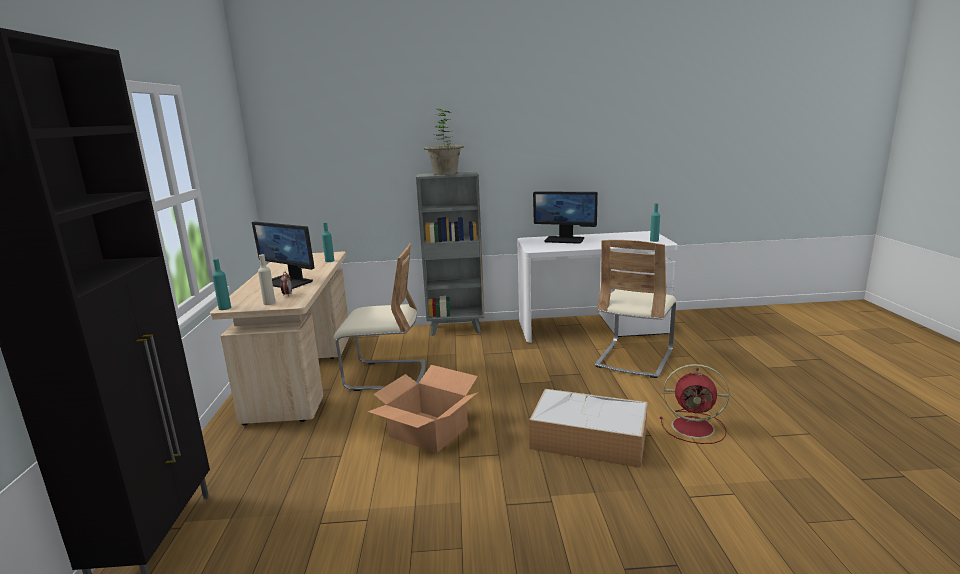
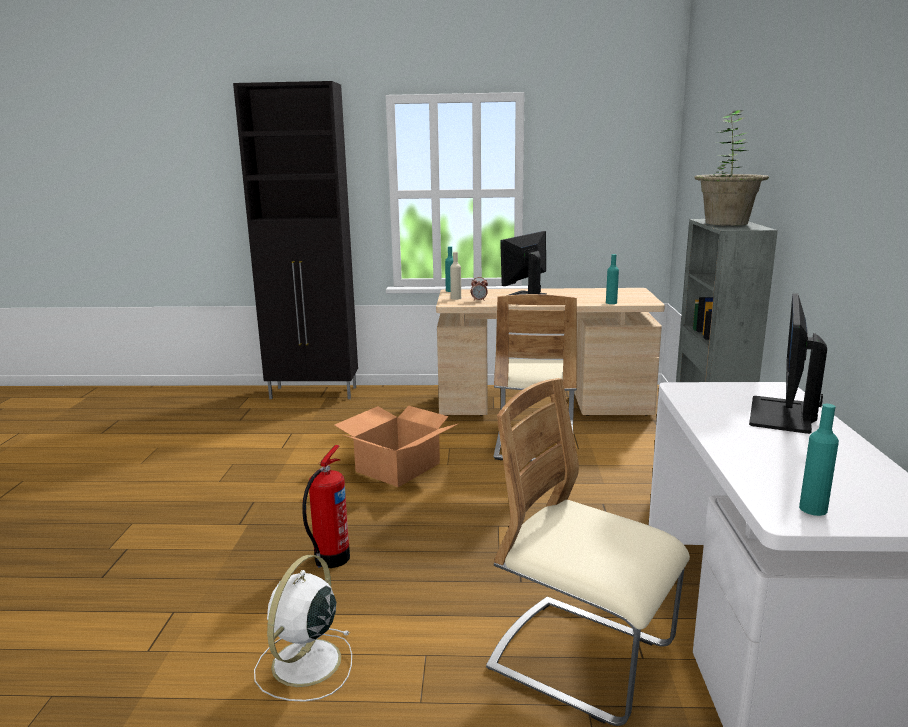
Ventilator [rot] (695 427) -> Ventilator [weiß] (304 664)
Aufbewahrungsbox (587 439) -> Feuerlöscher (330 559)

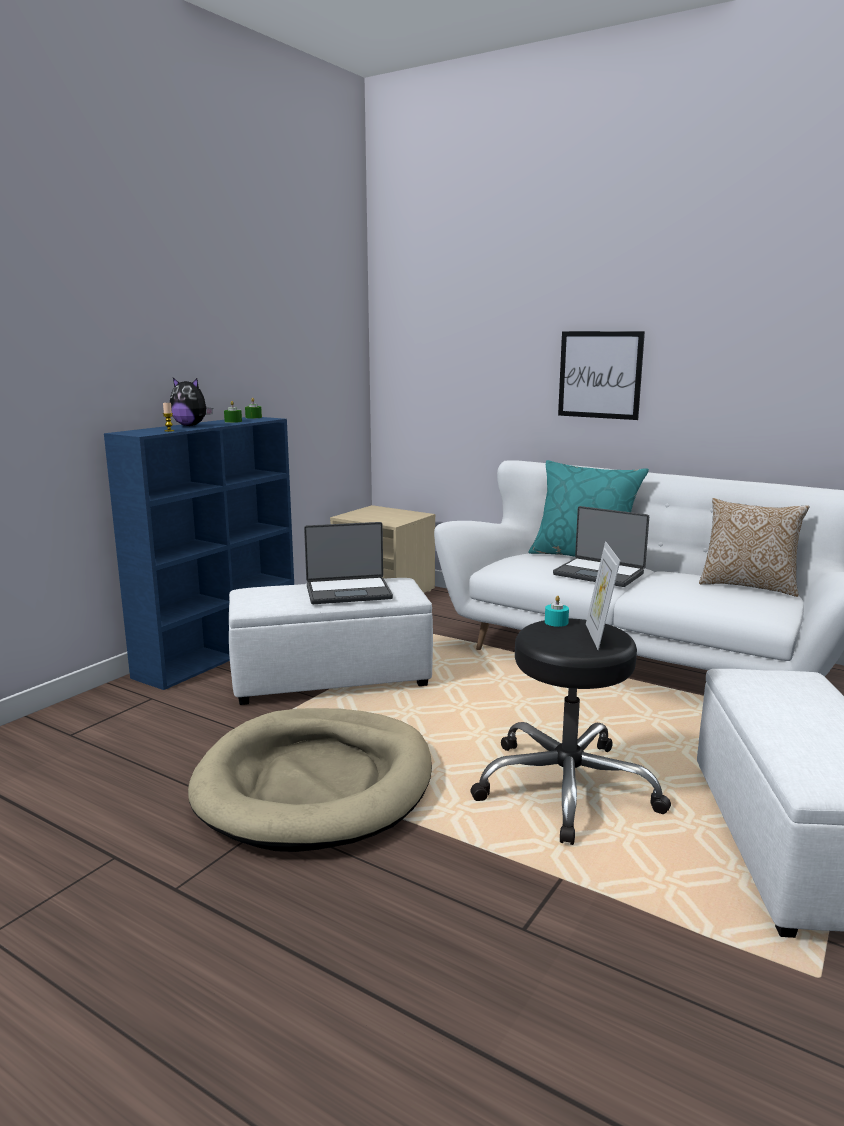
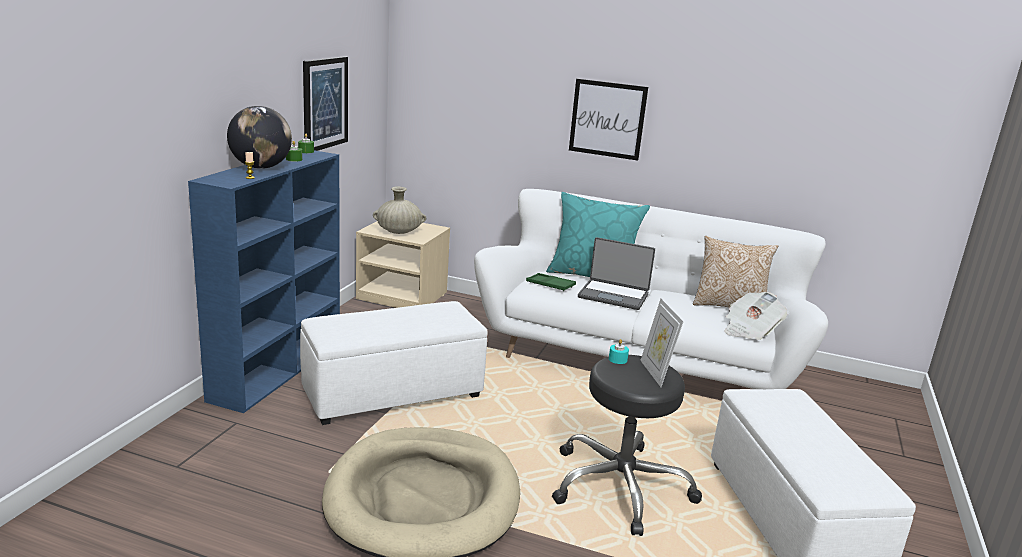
Plüschtier (190 425) -> Globus (261 167)
none -> Bild (324 103)
none -> Vase [beige] (399 232)
none -> Tablett [grün] (550 285)
none -> Zeitung (749 330)
Laptop (348 592) -> none

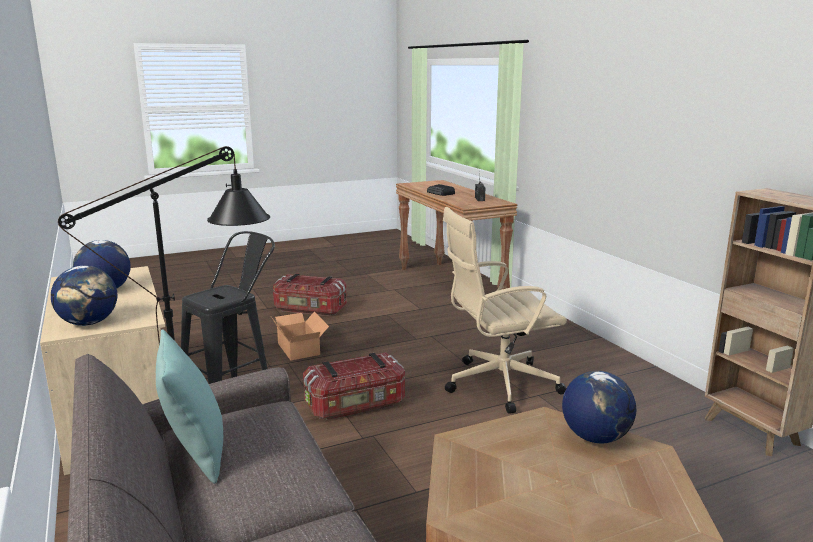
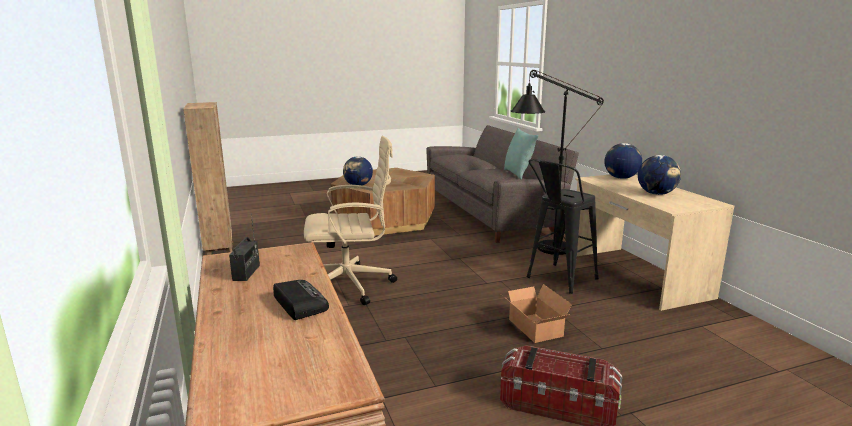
Aufbewahrungsbox (356 405) -> none

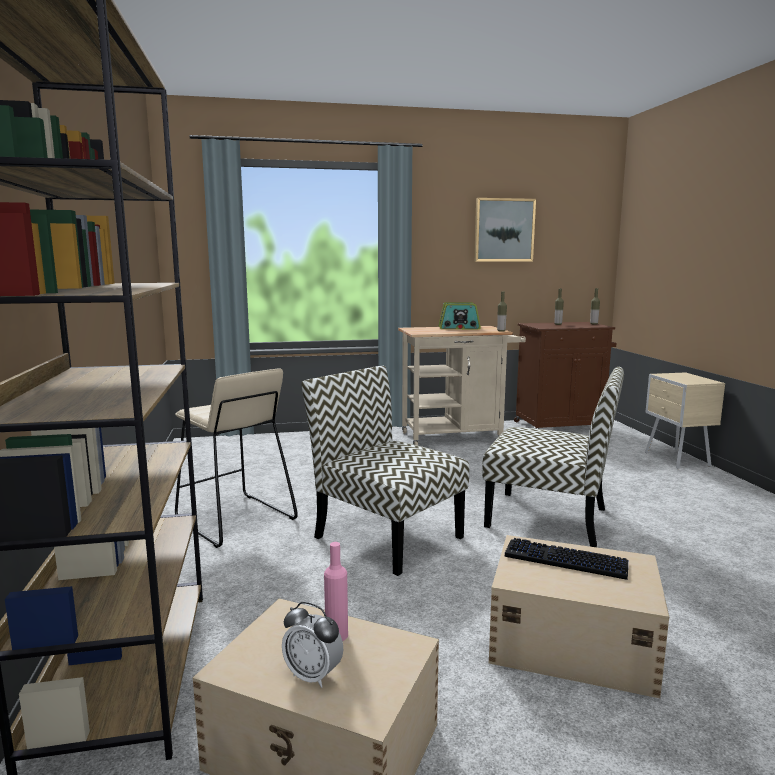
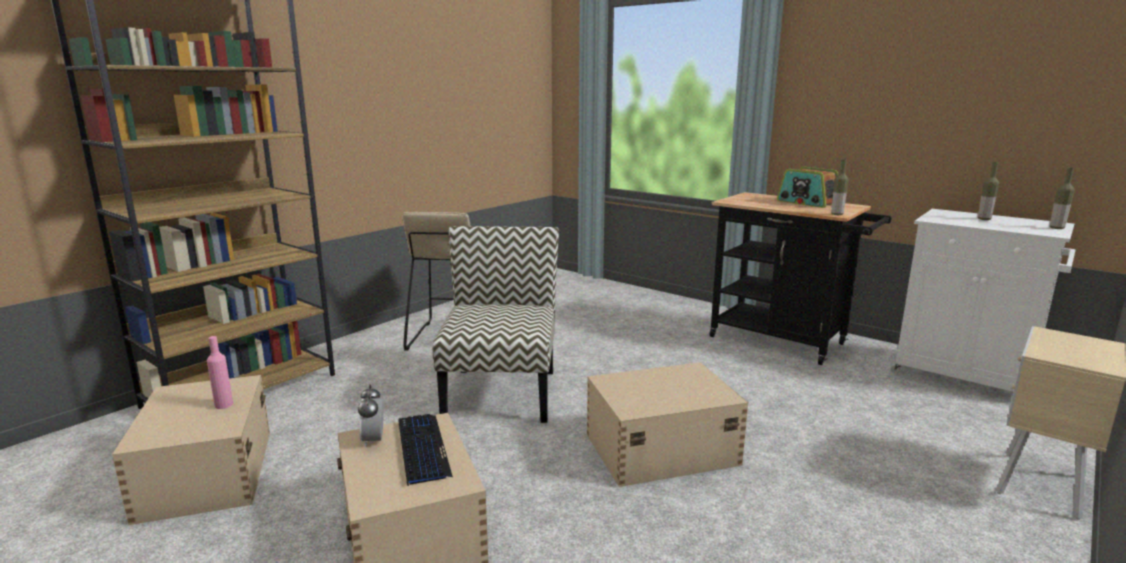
Wecker (313 676) -> Wecker (373 440), shifted
Stuhl (549 518) -> Aufbewahrungsbox [beige] (659 449)
Rollwagen [beige] (457 437) -> Rollwagen [schwarz] (785 342)
Schrank [braun] (560 426) -> Schrank [weiß] (966 376)
Bild (504 230) -> none

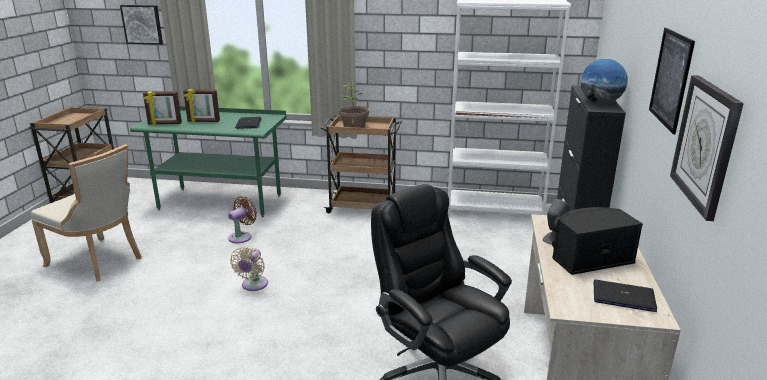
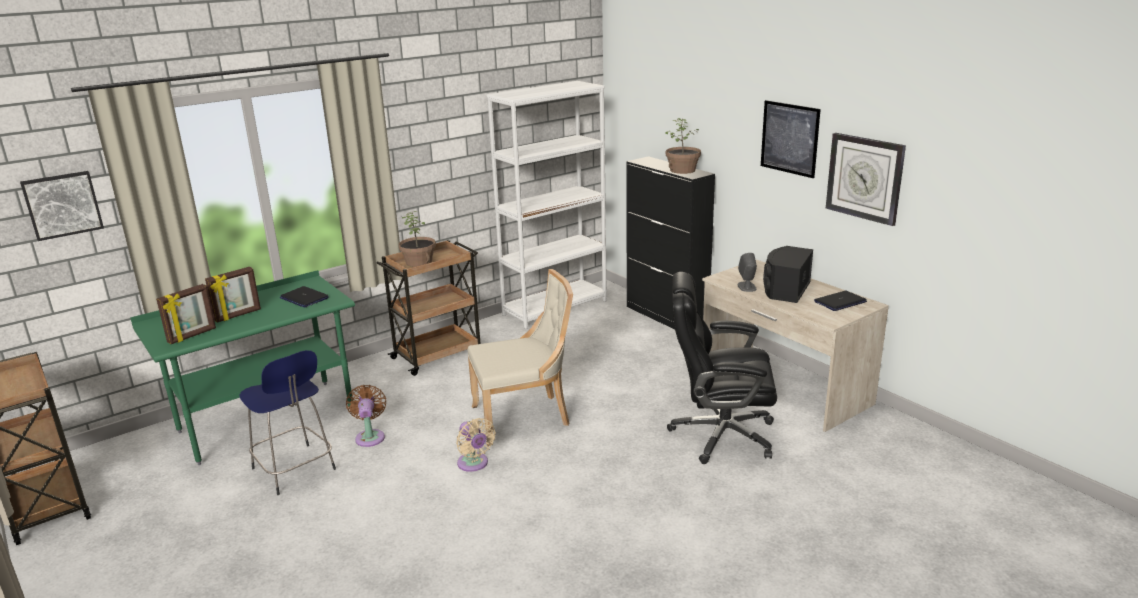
none -> Hocker [blau] (295 470)
Stuhl [beige] (99 261) -> Stuhl [beige] (524 417), shifted
Globus (600 103) -> Topfpflanze (682 170)

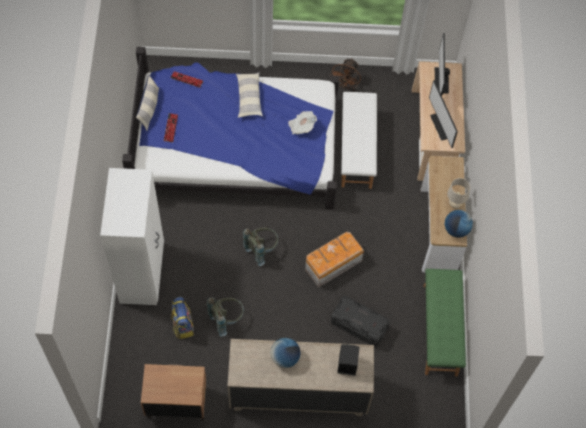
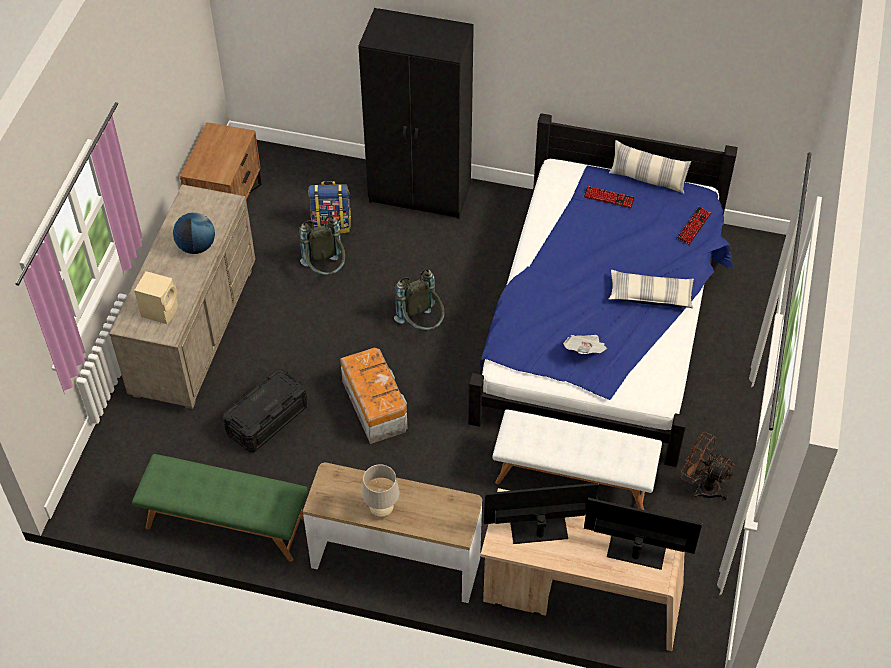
Lautsprecher [schwarz] (346 364) -> Lautsprecher [beige] (160 310)
Kleiderschrank [weiß] (142 272) -> Kleiderschrank [schwarz] (420 194)
Globus (456 229) -> none

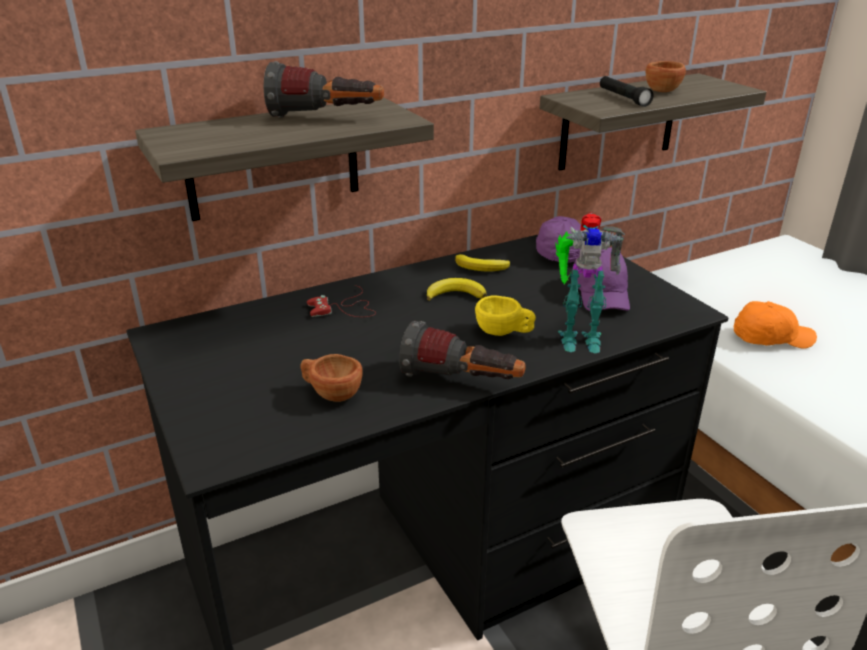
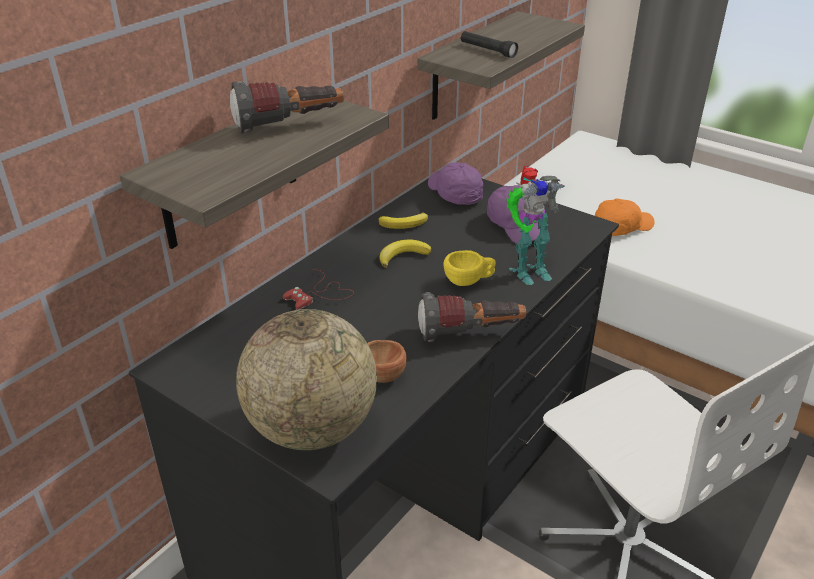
none -> Globus (312 428)
Tasse [braun] (665 90) -> none

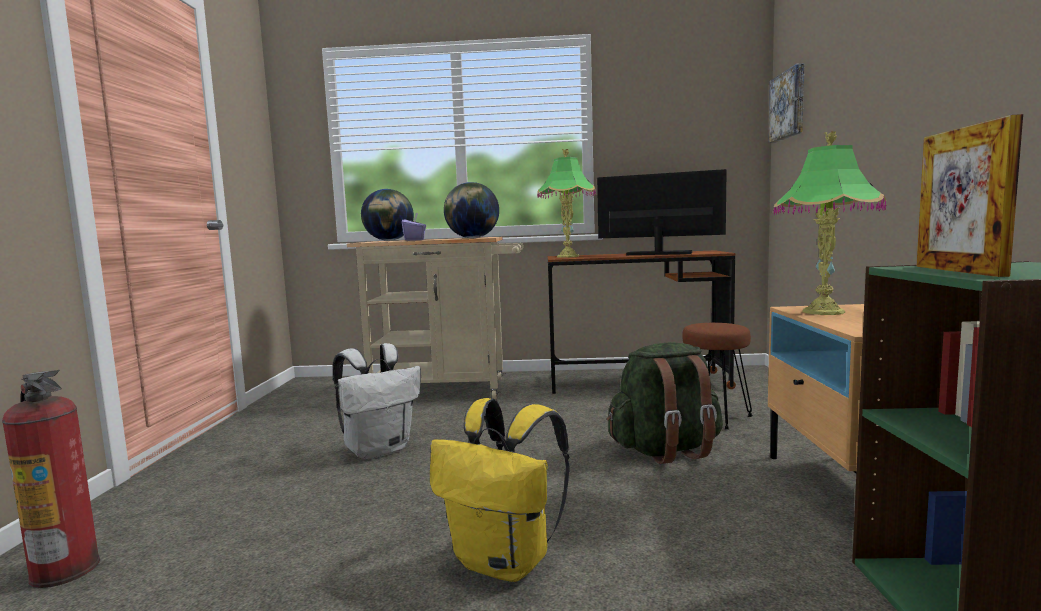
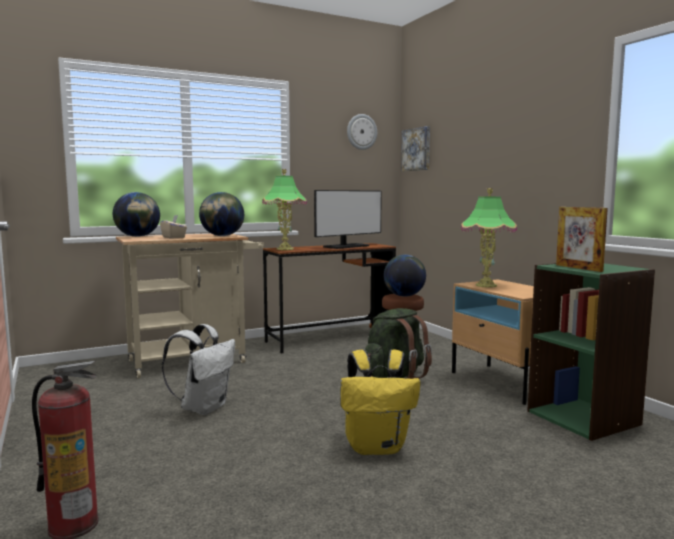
Taschentuchbox [lila] (415 240) -> Taschentuchbox [beige] (174 237)
Monitor (659 253) -> Monitor (346 246), 150 degrees clockwise
none -> Wanduhr (361 132)
none -> Globus (404 296)

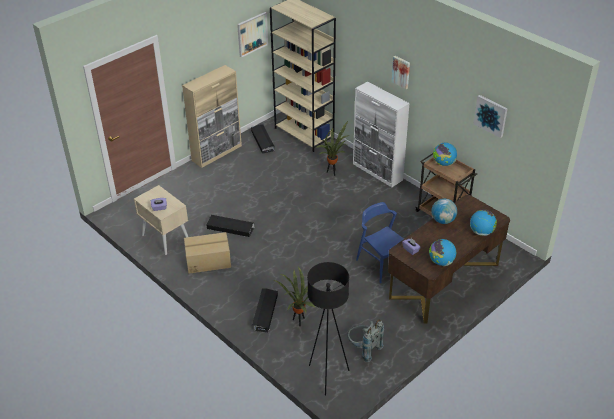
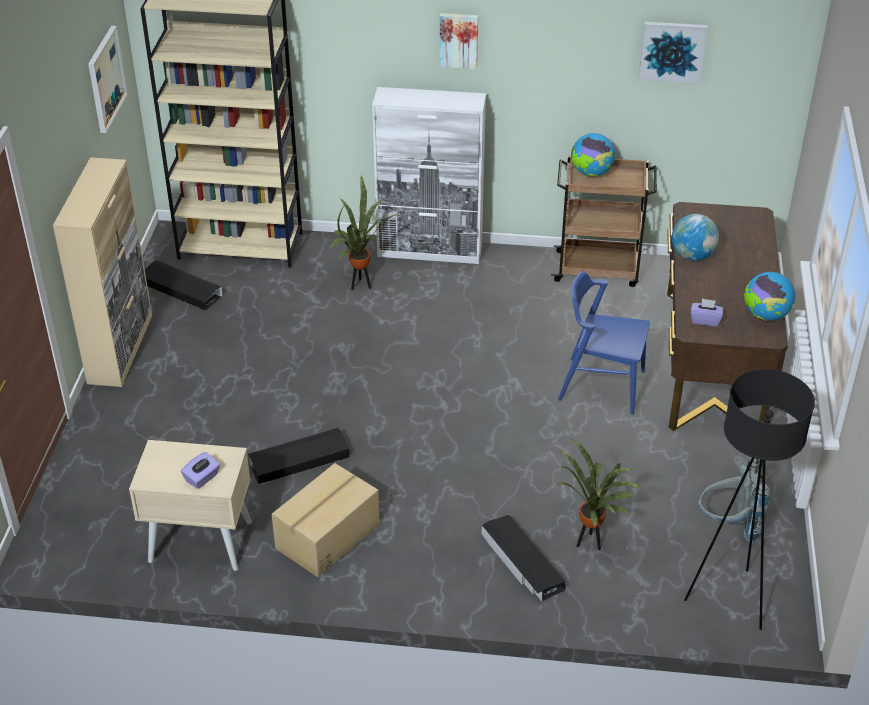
Globus (481 232) -> none

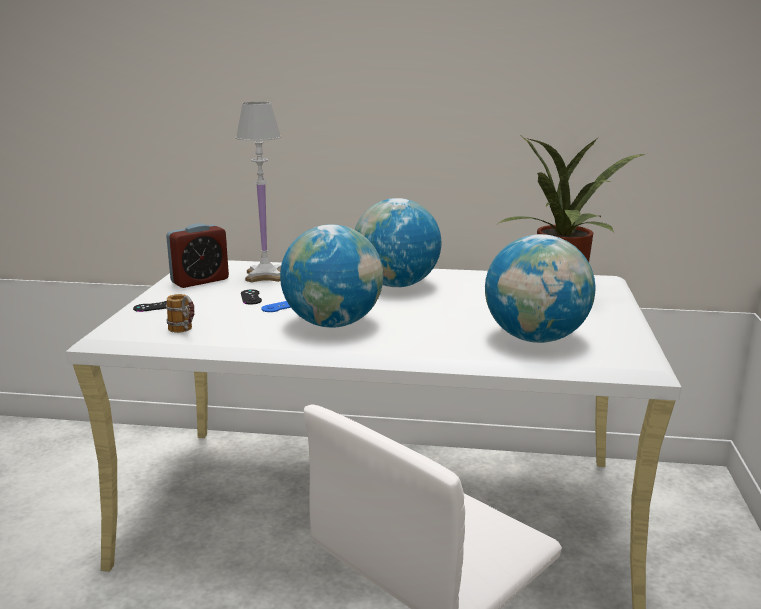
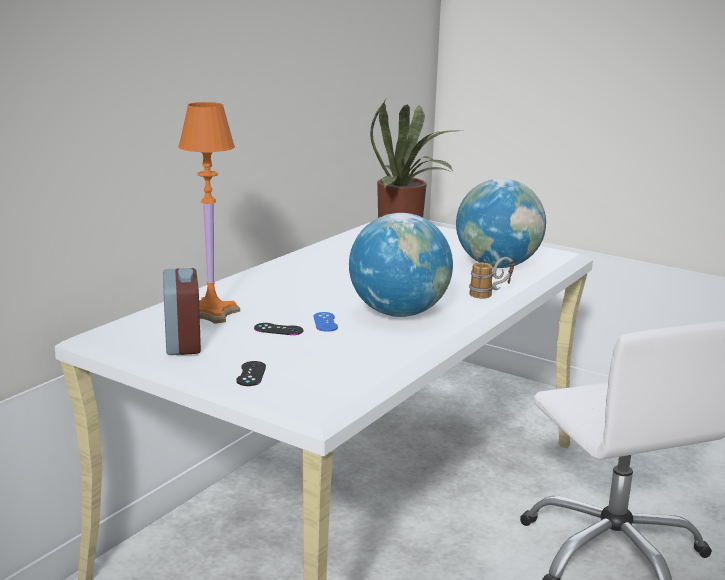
Tischlampe [weiß] (266 276) -> Tischlampe [orange] (212 313)
Henkelbecher (185 331) -> Henkelbecher (490 294), shifted
Globus (396 285) -> none

